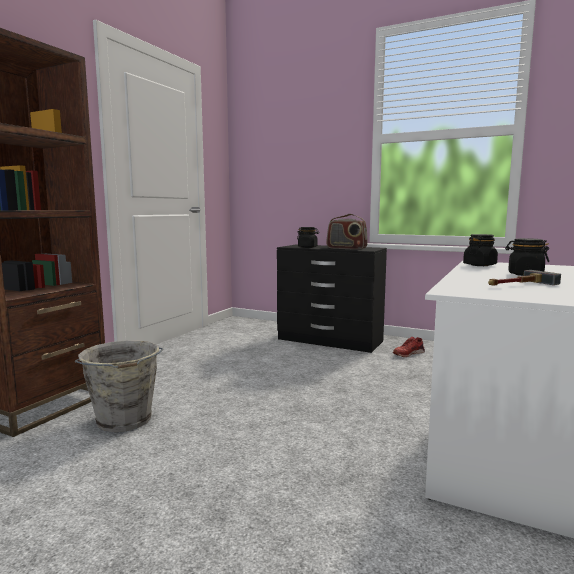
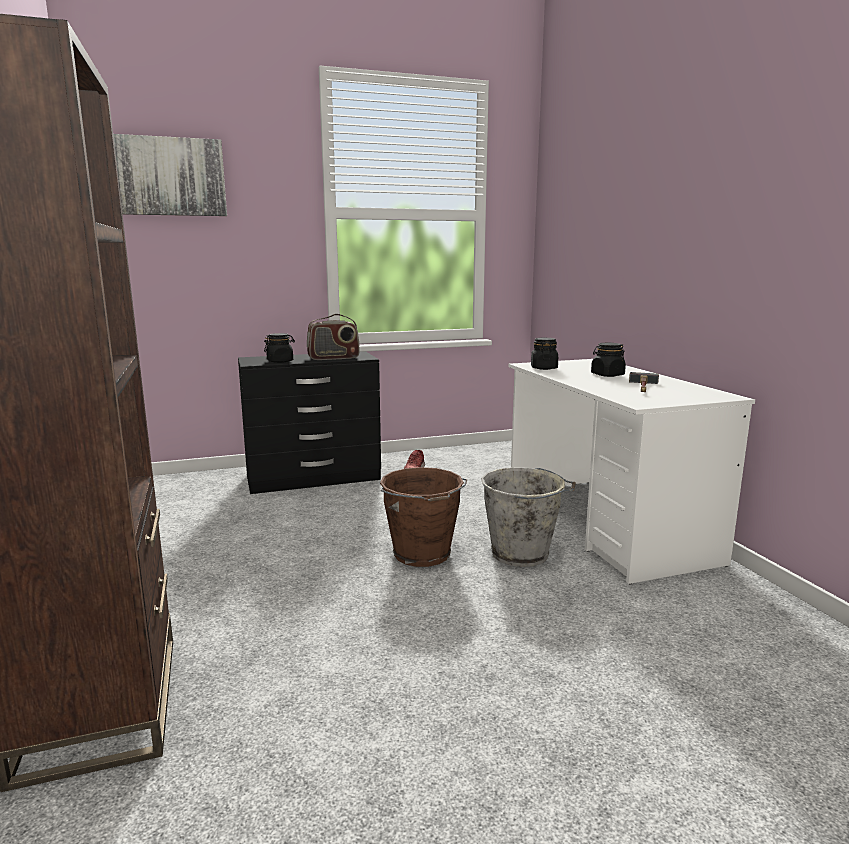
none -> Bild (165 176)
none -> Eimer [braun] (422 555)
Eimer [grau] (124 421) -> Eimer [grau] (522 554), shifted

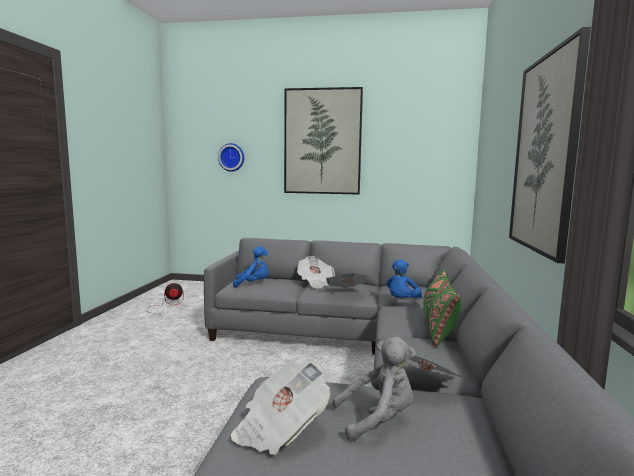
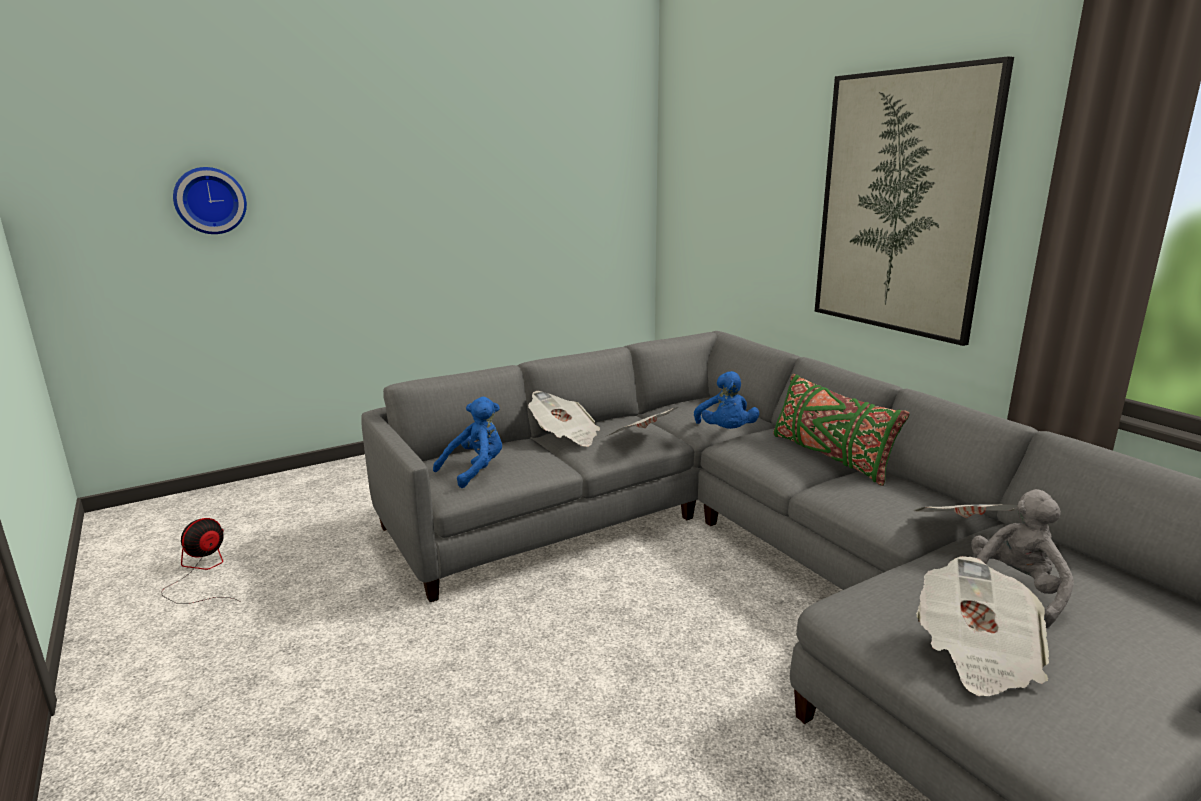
Bild (322 141) -> none

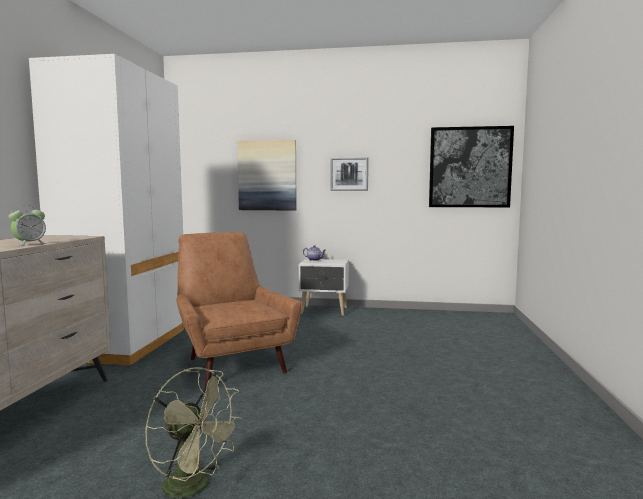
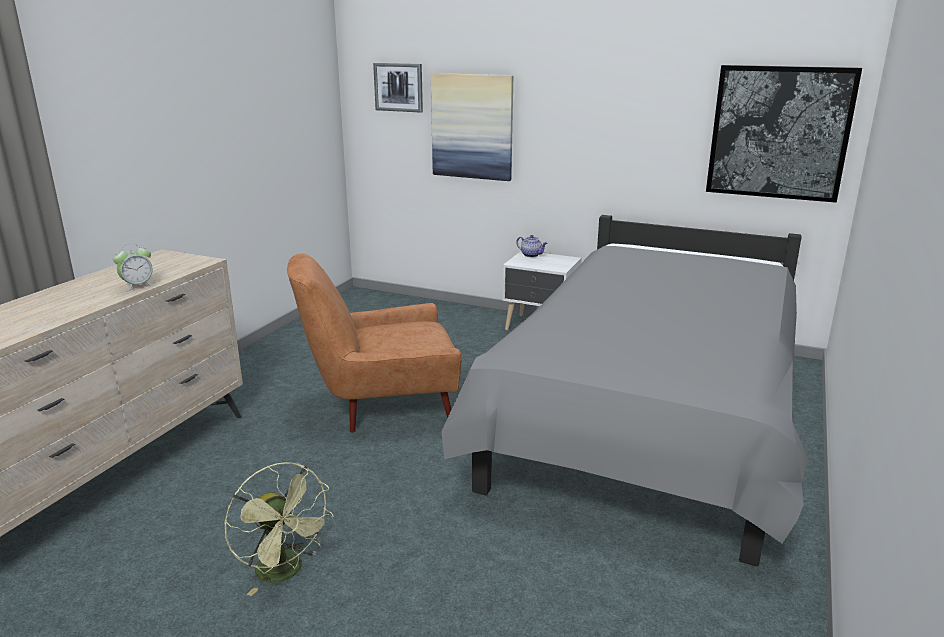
Sessel [braun] (231 362) -> Sessel [braun] (383 407), 90 degrees counterclockwise
Bild (349 174) -> Bild (398 87), shifted
none -> Bett [grau] (649 419)
Kleiderschrank [weiß] (126 344) -> none

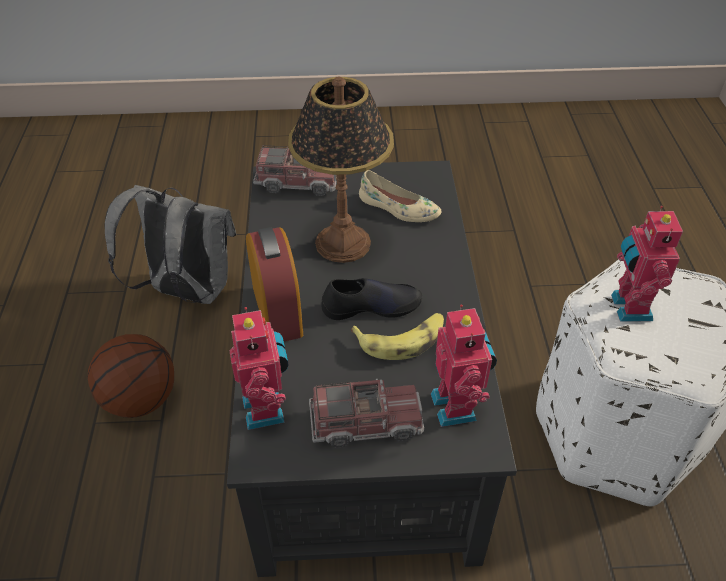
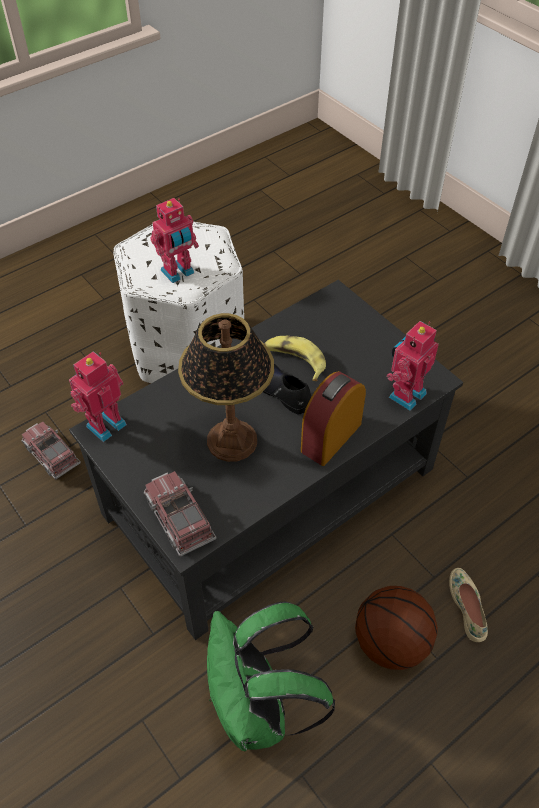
Spielzeuglaster (365 422) -> Spielzeuglaster (52 455), shifted
Spielzeugroboter (457 406) -> Spielzeugroboter (104 424), shifted
Rucksack [grau] (187 291) -> Rucksack [grün] (259 709)
Schuh [beige] (398 208) -> Schuh [beige] (468 607), shifted

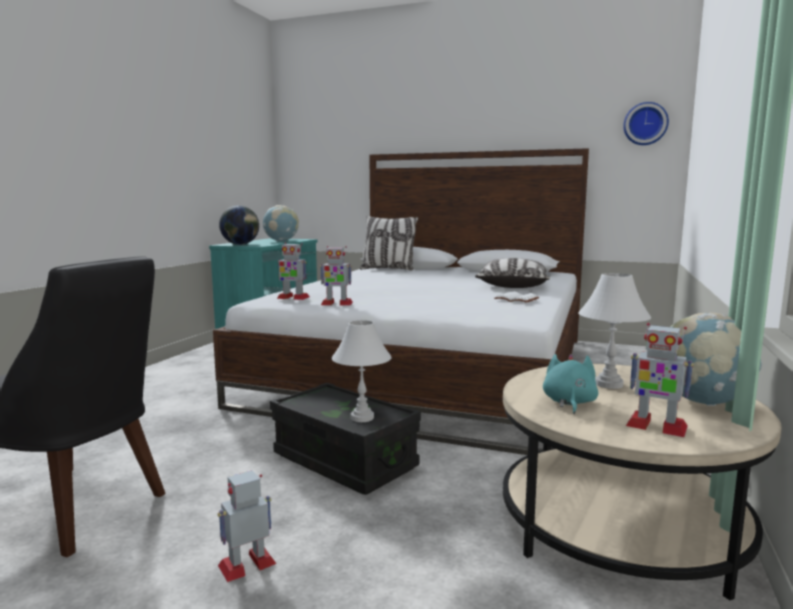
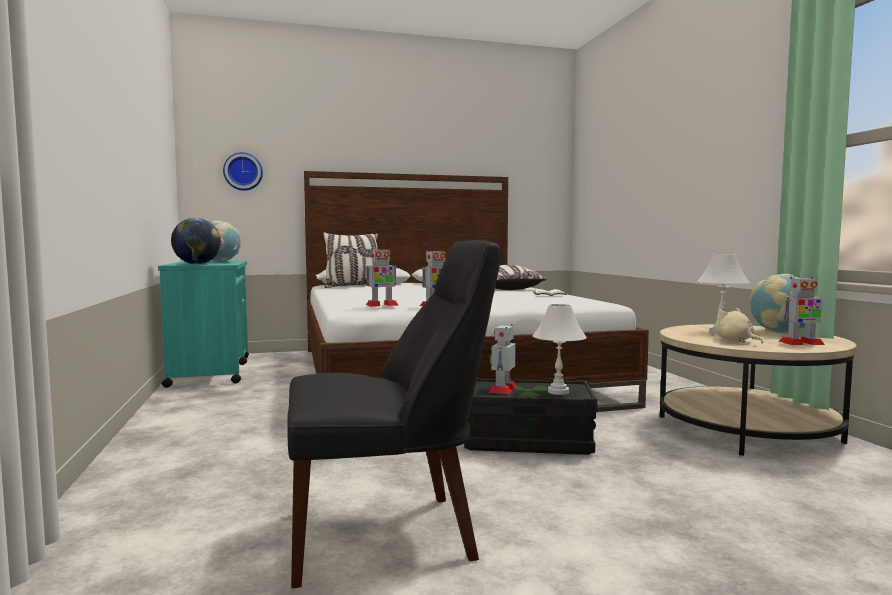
Wanduhr (645 124) -> Wanduhr (243 171), shifted
Spielzeugroboter (247 564) -> Spielzeugroboter (503 389), shifted
Plüschtier [türkis] (569 403) -> Plüschtier [beige] (735 341)

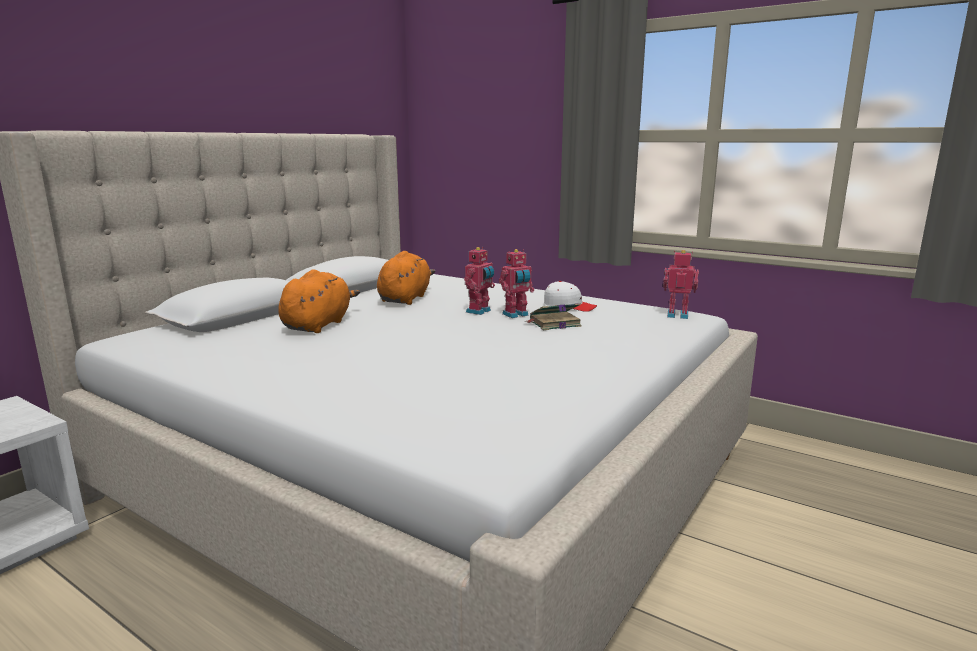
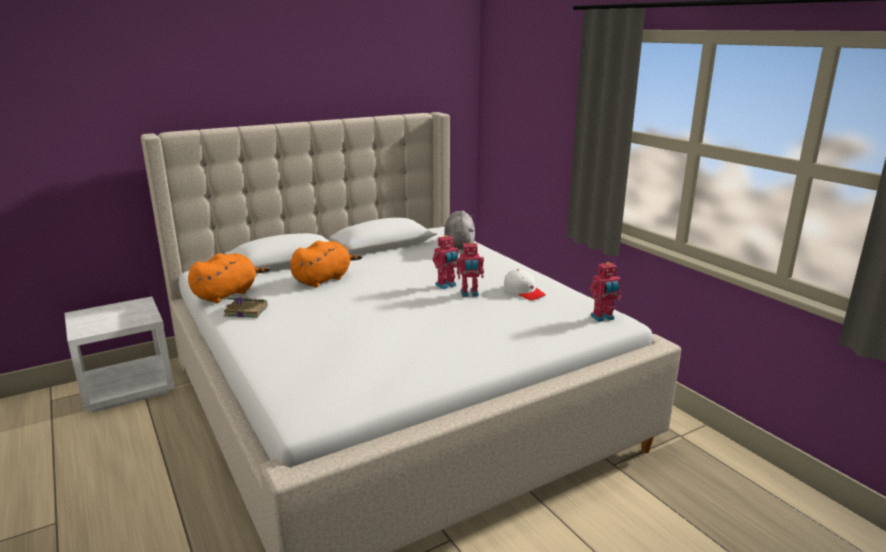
Plüschtier [orange] (405 299) -> Plüschtier [orange] (227 294), shifted
Buch (553 324) -> Buch (245 311), shifted
none -> Plüschtier [grau] (459 245)
Spielzeugroboter (677 315) -> Spielzeugroboter (603 318), 120 degrees clockwise

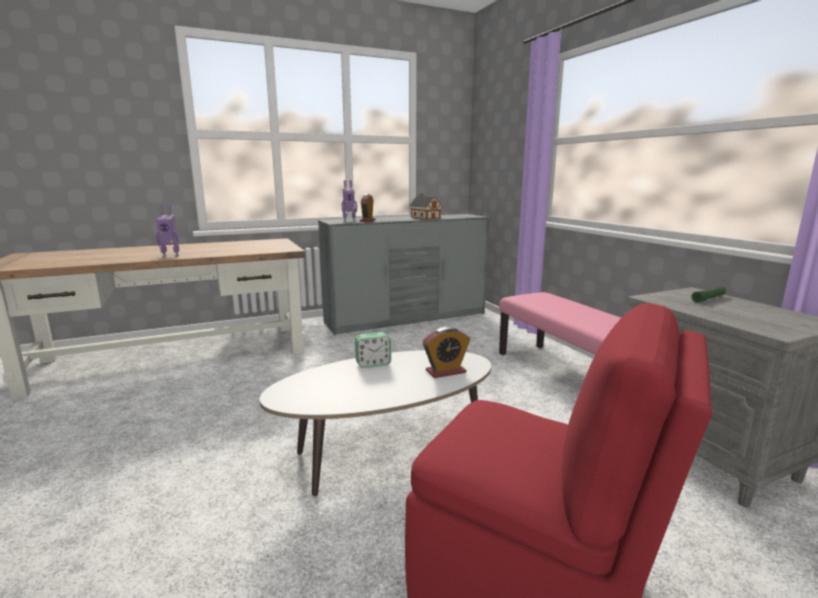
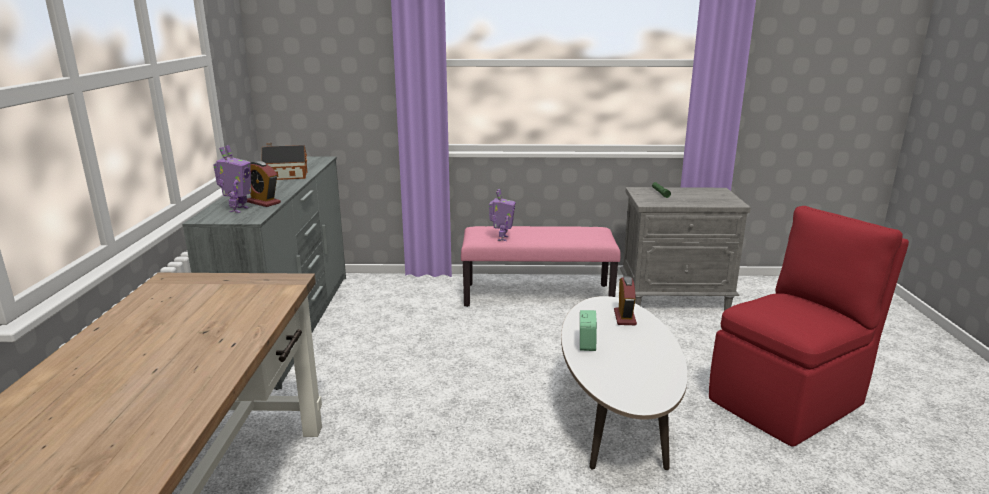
Spielzeugroboter (171 256) -> Spielzeugroboter (502 238), shifted

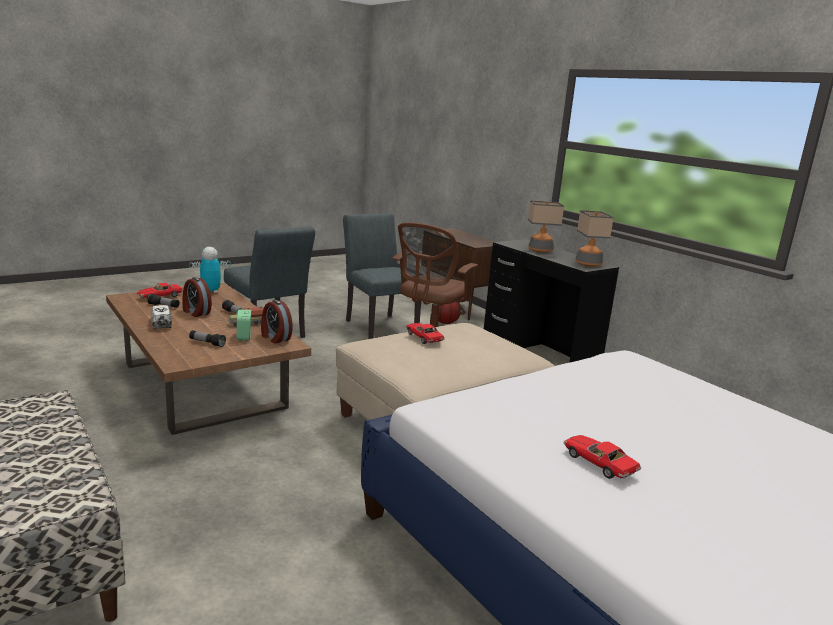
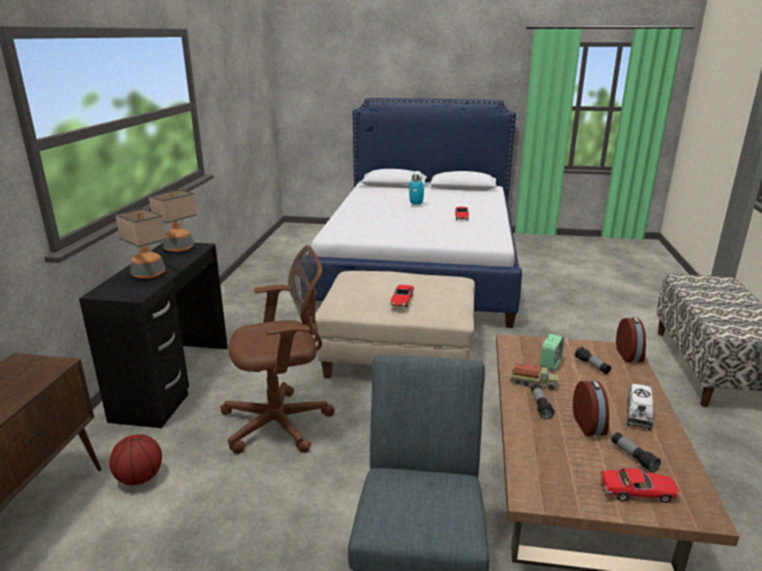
Spielzeugroboter (210 292) -> Spielzeugroboter (416 205), shifted
Wecker (275 338) -> Wecker (629 355), shifted
Stuhl [grau] (378 325) -> none

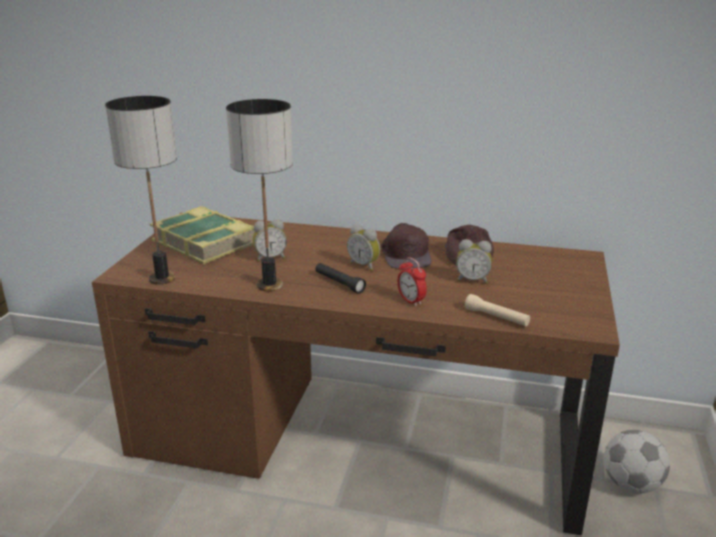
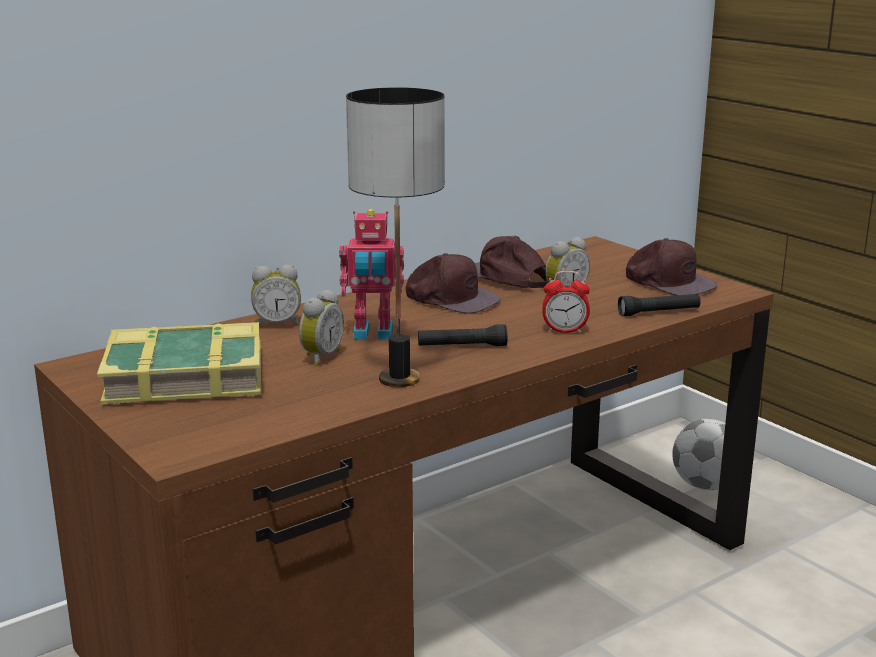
Wecker (364 265) -> Wecker (277 324), shifted
none -> Spielzeugroboter (373 334)
Taschenlampe [beige] (496 317) -> Taschenlampe [schwarz] (659 312)
none -> Kappe [braun] (669 282)
Tischlampe (161 279) -> none

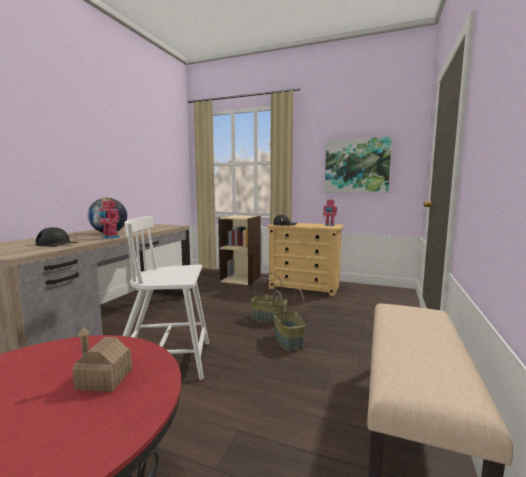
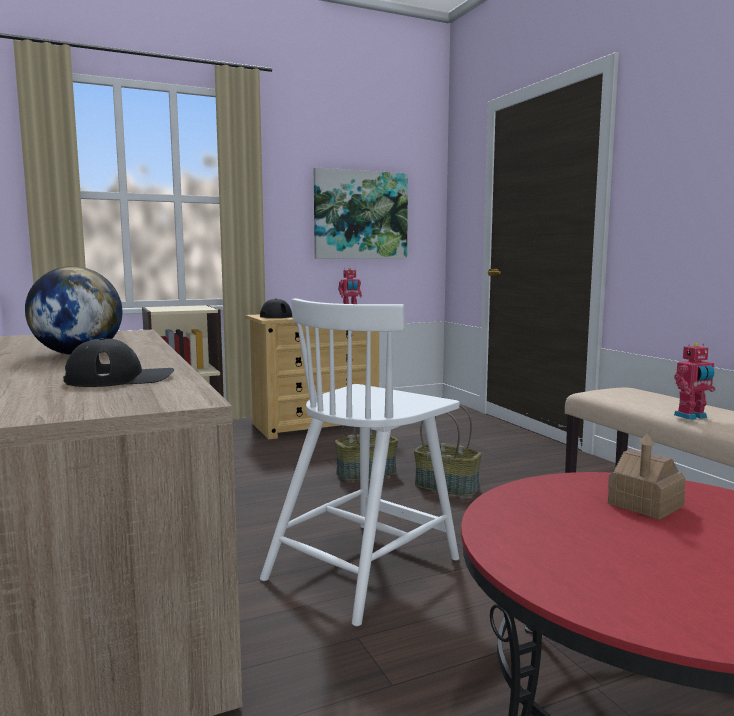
Spielzeugroboter (110 237) -> Spielzeugroboter (692 417), shifted

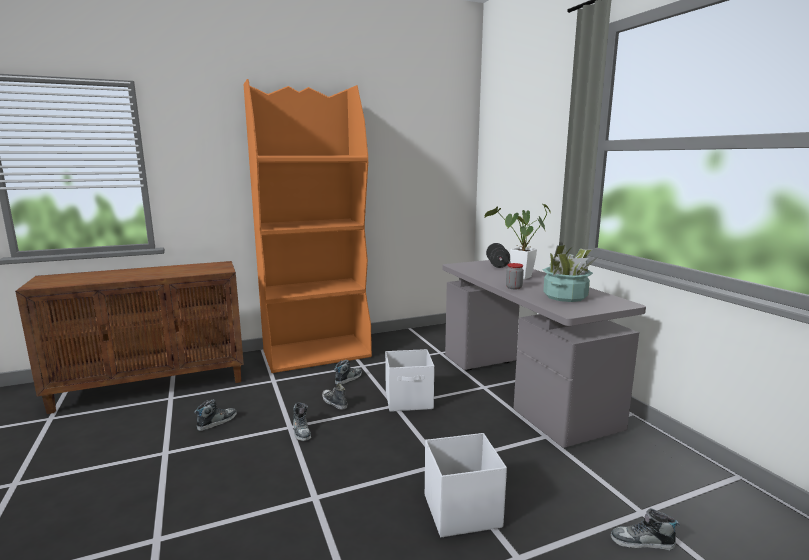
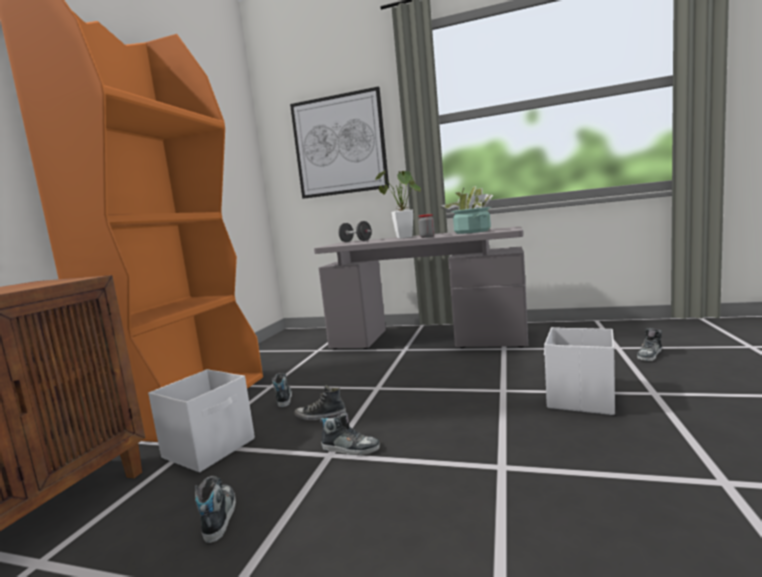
Aufbewahrungsbox [weiß] (409 400) -> Aufbewahrungsbox [weiß] (210 448), shifted
none -> Bild (339 145)

